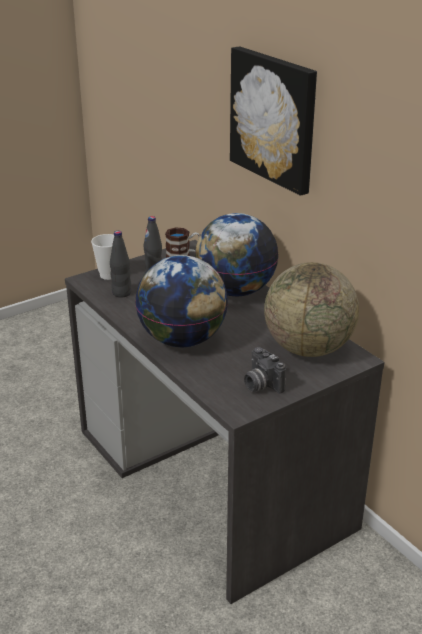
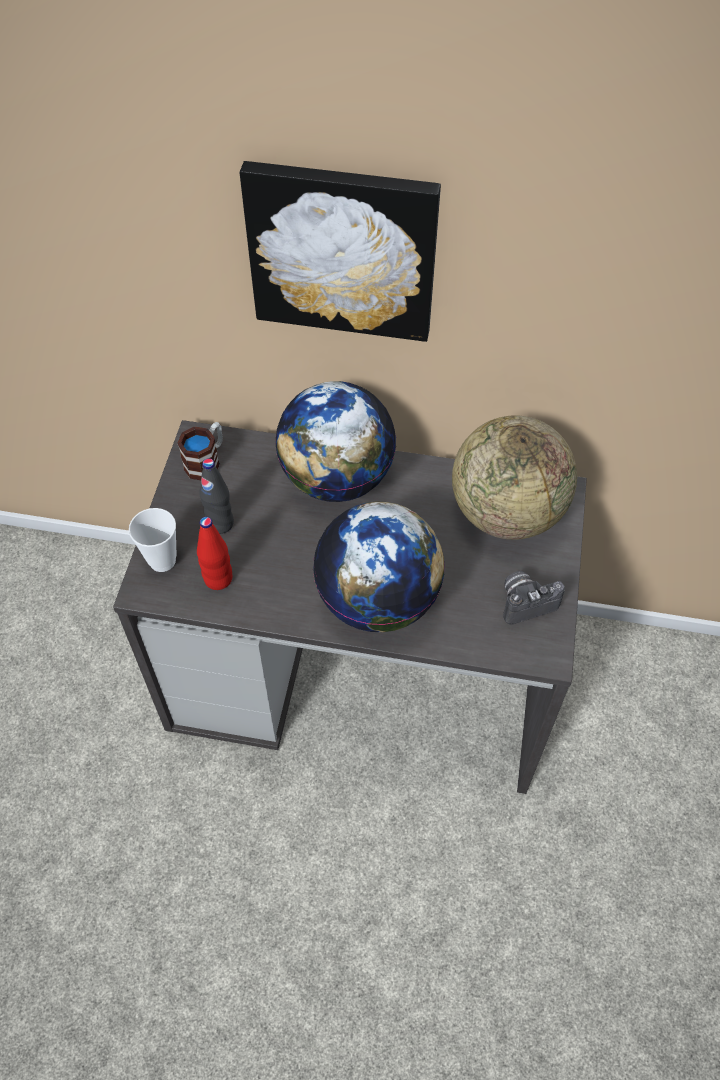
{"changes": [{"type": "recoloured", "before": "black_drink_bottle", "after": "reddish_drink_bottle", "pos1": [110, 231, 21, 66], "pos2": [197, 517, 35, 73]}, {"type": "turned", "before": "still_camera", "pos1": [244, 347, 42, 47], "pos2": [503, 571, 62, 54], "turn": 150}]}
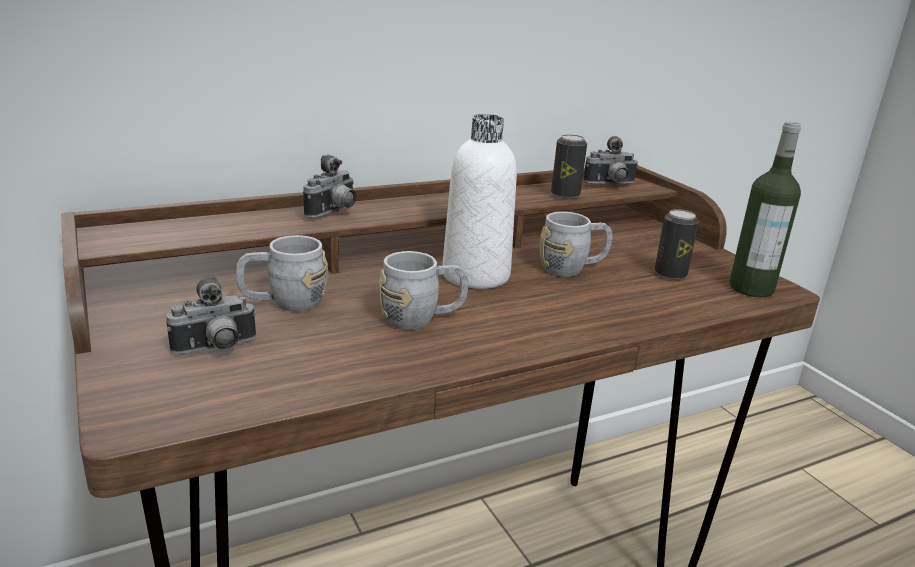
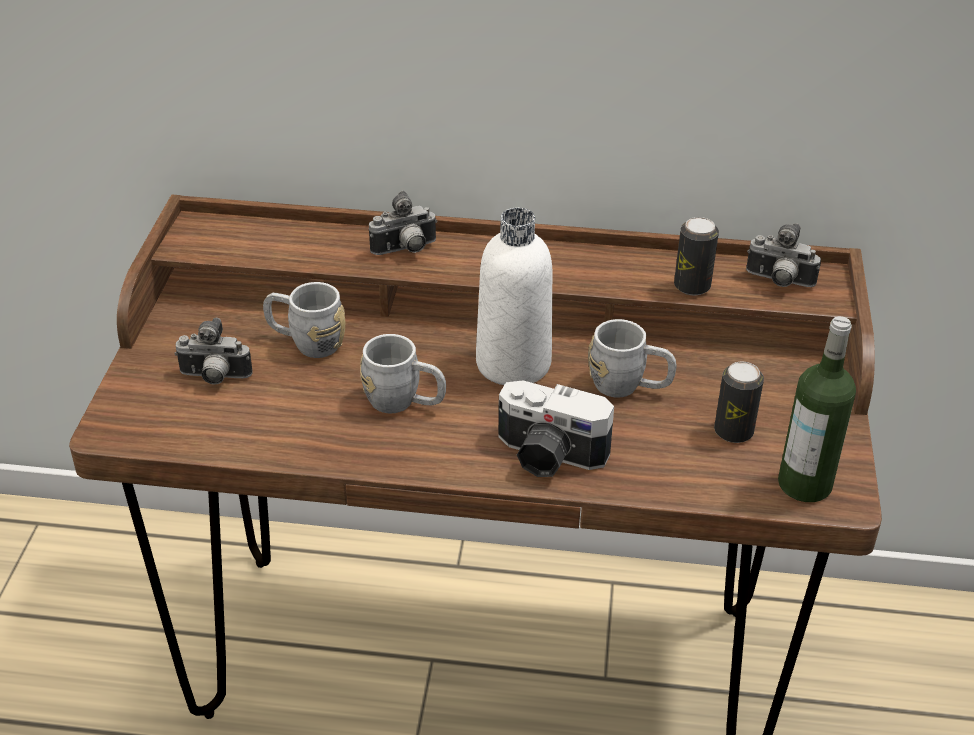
{"changes": [{"type": "added", "after": "still_camera", "pos2": [499, 380, 115, 97]}]}
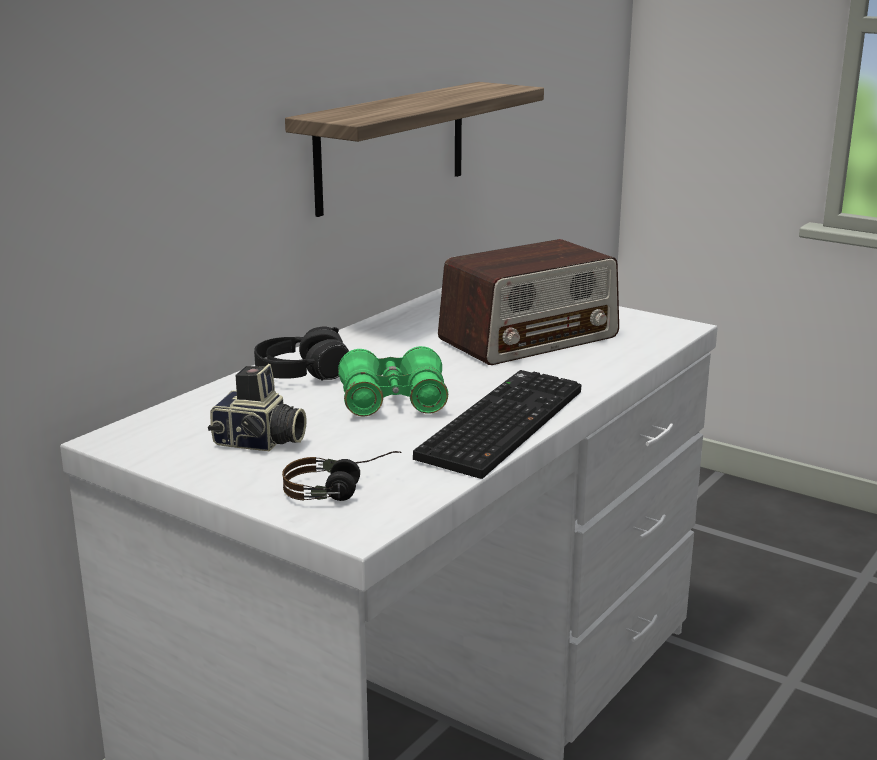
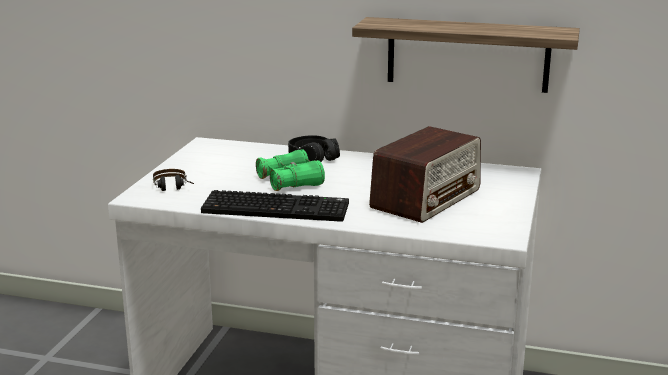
{"changes": [{"type": "turned", "before": "radio_receiver", "pos1": [438, 239, 181, 126], "pos2": [369, 126, 112, 97], "turn": -90}, {"type": "removed", "before": "still_camera", "pos1": [208, 364, 98, 87]}]}
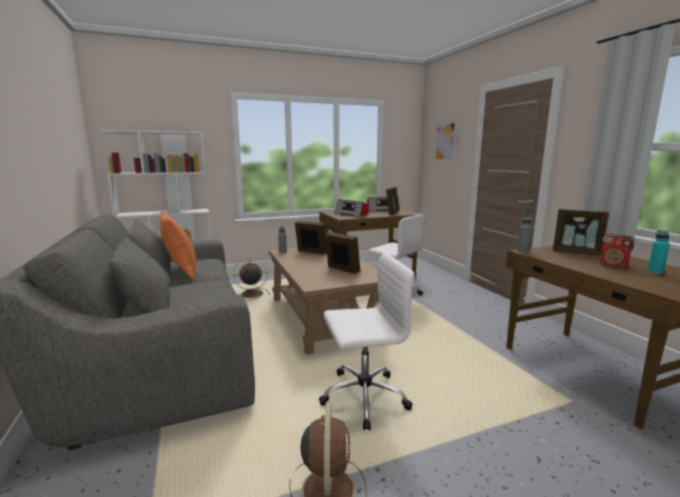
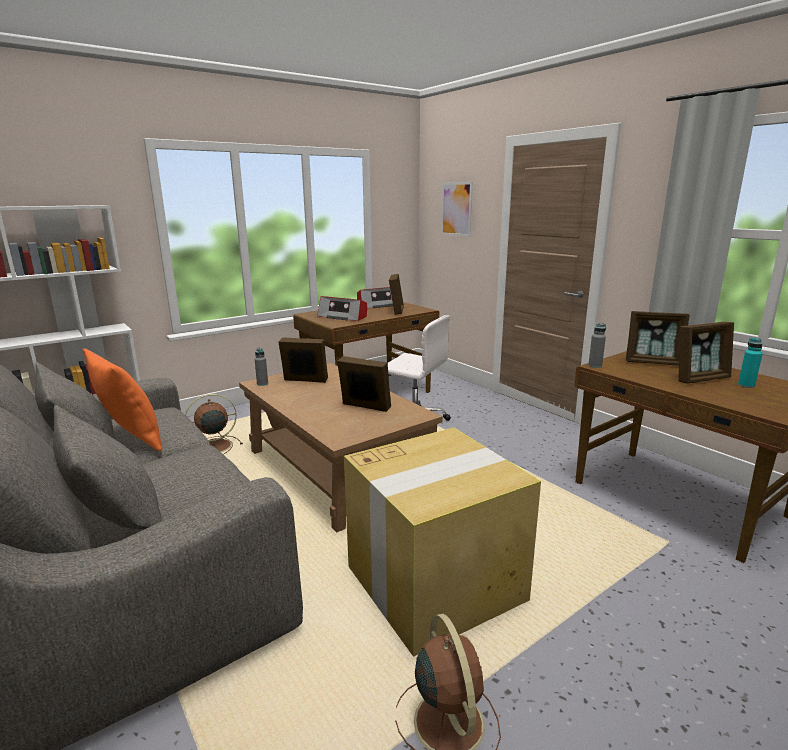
{"changes": [{"type": "replaced", "before": "whitish_office_chair", "after": "carton", "pos1": [319, 253, 95, 178], "pos2": [344, 428, 197, 229]}, {"type": "replaced", "before": "radio_receiver", "after": "photo_frame", "pos1": [600, 232, 34, 36], "pos2": [678, 322, 56, 62]}]}
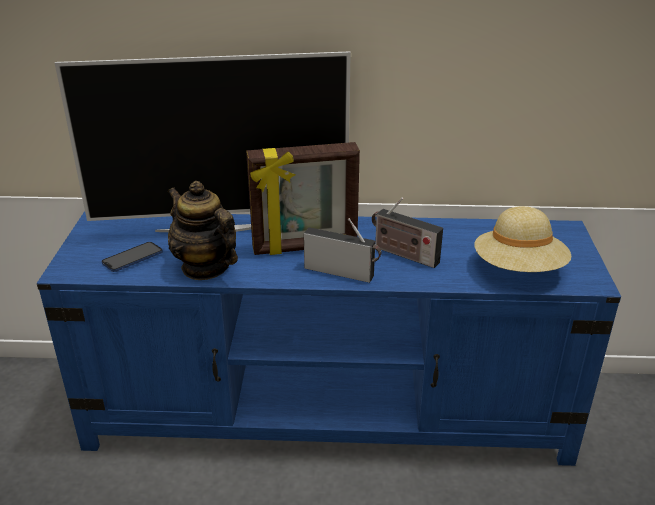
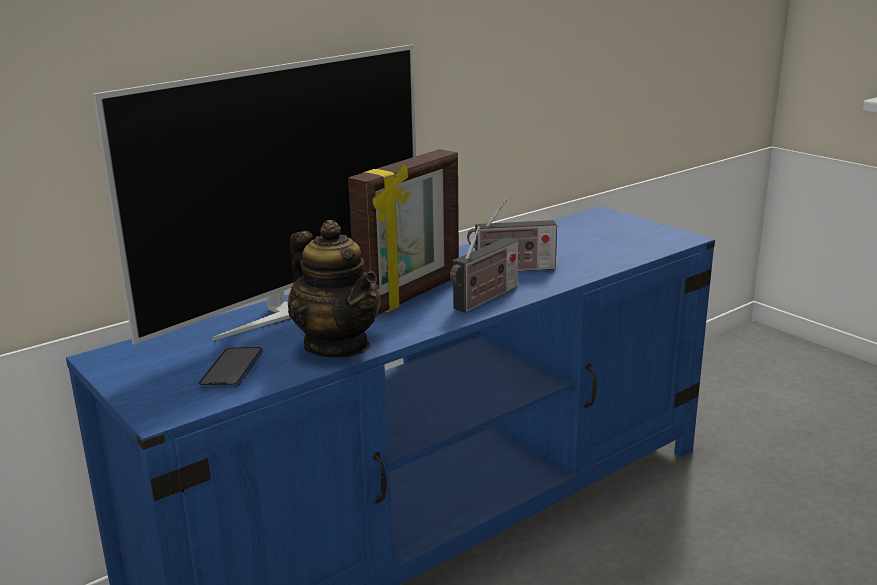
{"changes": [{"type": "turned", "before": "pot_for_tea", "pos1": [168, 181, 70, 99], "pos2": [288, 220, 93, 138], "turn": -135}, {"type": "turned", "before": "radio_receiver", "pos1": [304, 218, 78, 65], "pos2": [450, 226, 69, 87], "turn": 150}, {"type": "removed", "before": "beige_clothing_hat", "pos1": [474, 206, 97, 66]}]}
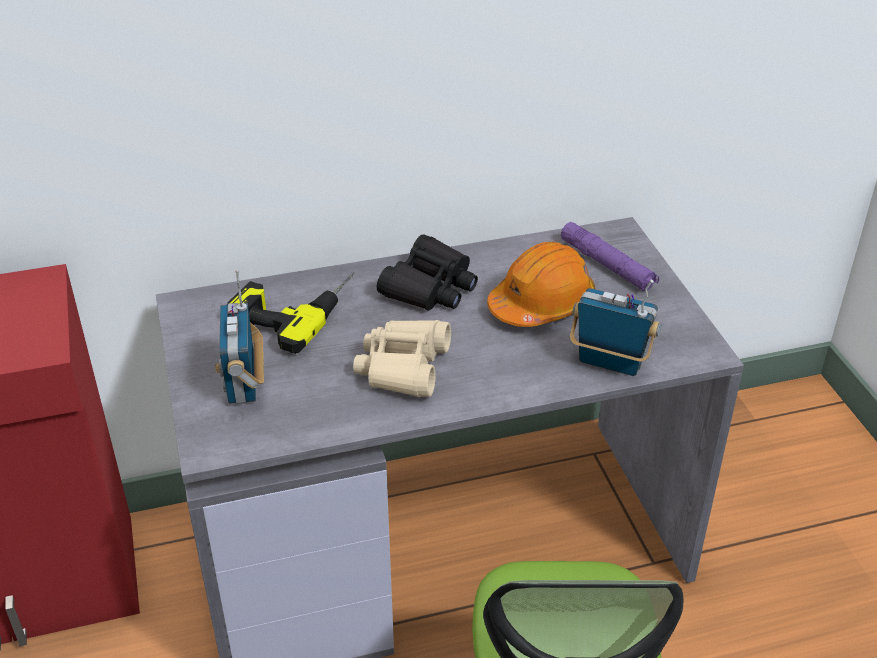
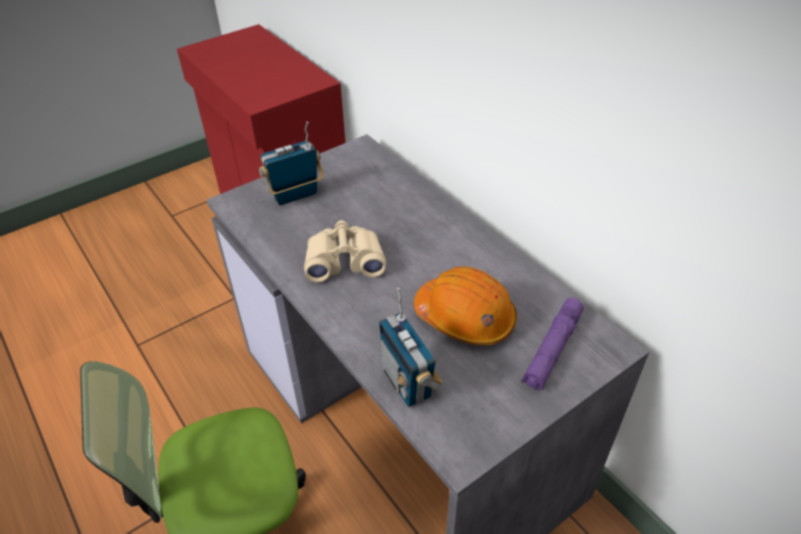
{"changes": [{"type": "turned", "before": "radio_receiver", "pos1": [570, 280, 91, 96], "pos2": [379, 288, 64, 119], "turn": 150}, {"type": "removed", "before": "electric_drill", "pos1": [227, 272, 128, 82]}, {"type": "removed", "before": "black_field_glasses", "pos1": [377, 234, 101, 77]}]}
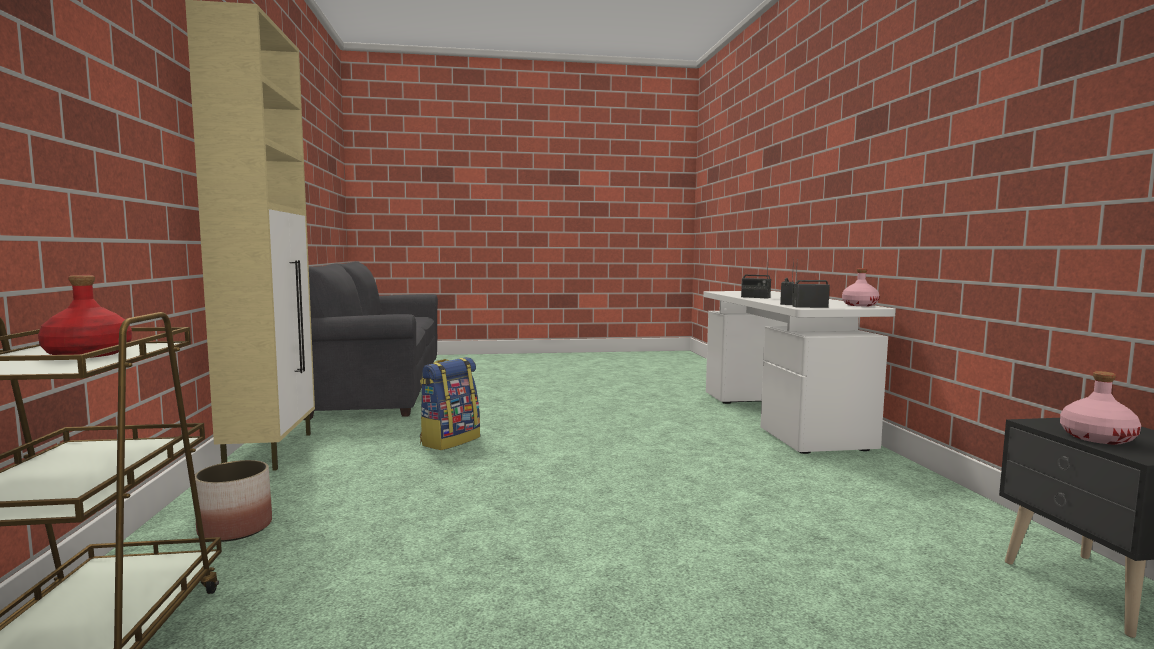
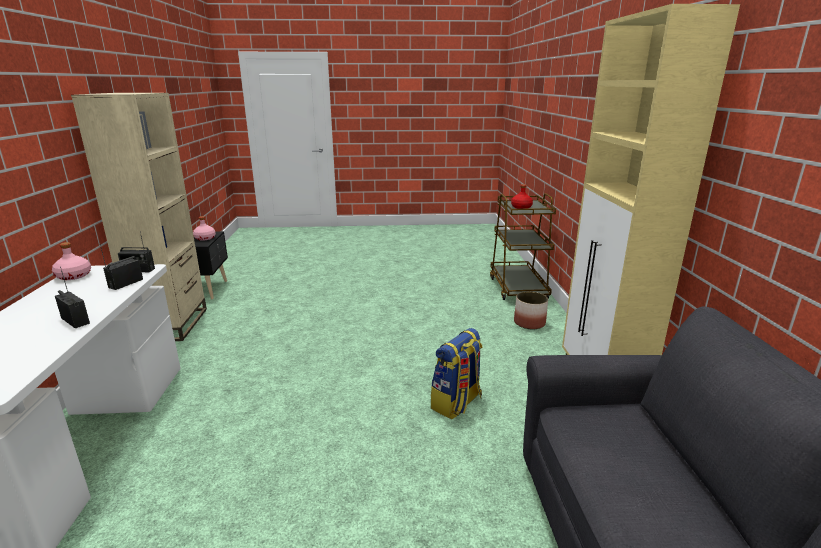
{"changes": [{"type": "added", "after": "beige_shelving_unit", "pos2": [71, 93, 136, 248]}]}
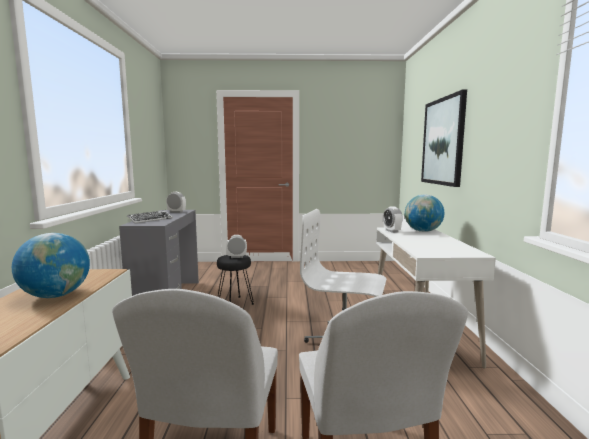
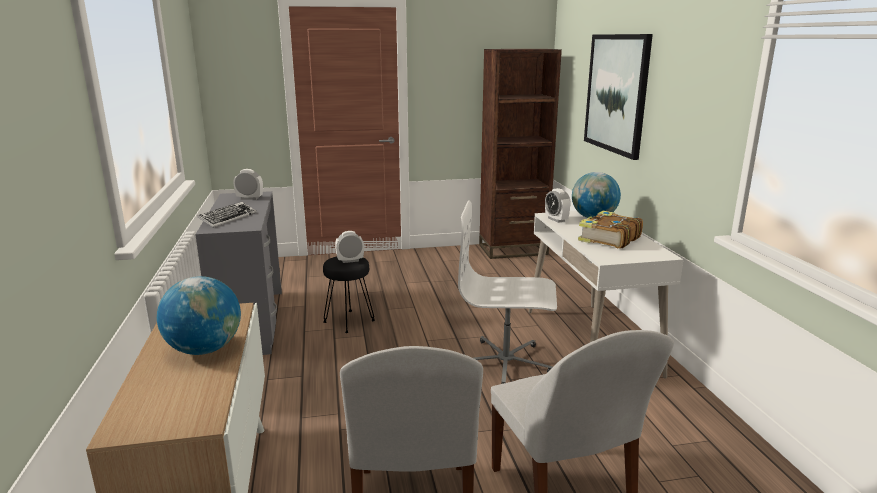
{"changes": [{"type": "added", "after": "brown_shelving_unit", "pos2": [479, 49, 83, 210]}, {"type": "added", "after": "book", "pos2": [578, 211, 65, 38]}]}
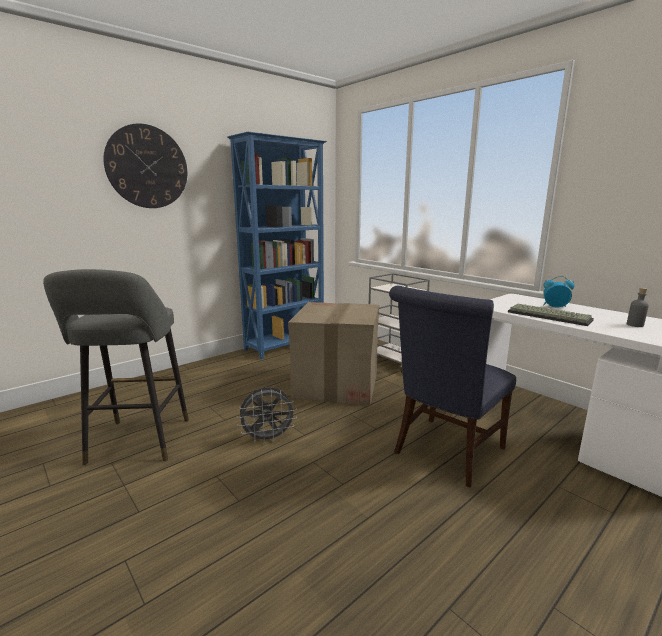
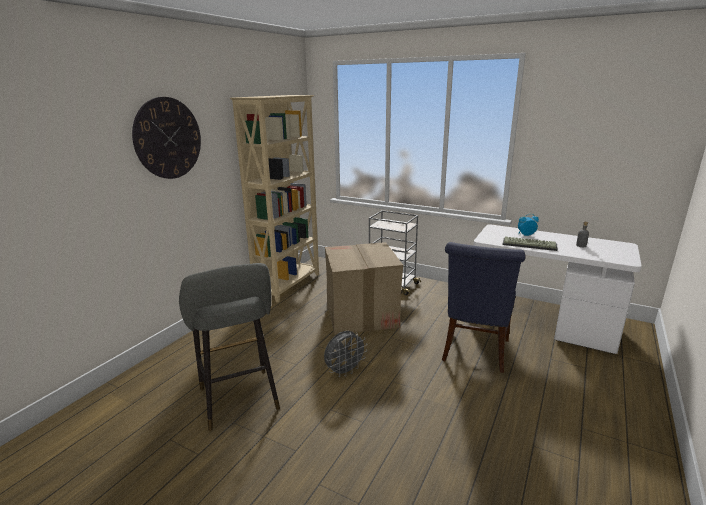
{"changes": [{"type": "recoloured", "before": "bluish_shelving_unit", "after": "beige_shelving_unit", "pos1": [227, 132, 100, 227], "pos2": [230, 95, 89, 208]}]}
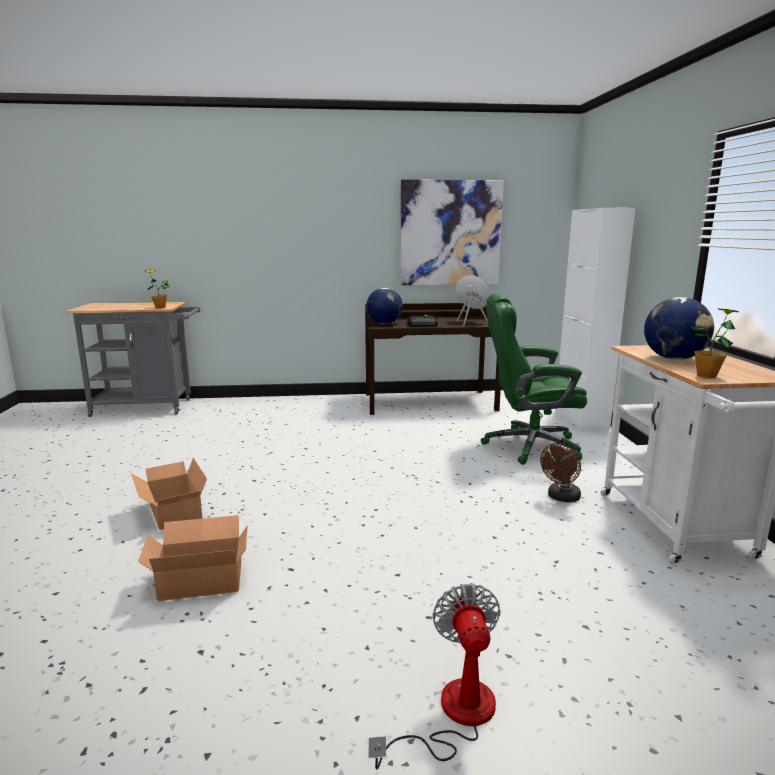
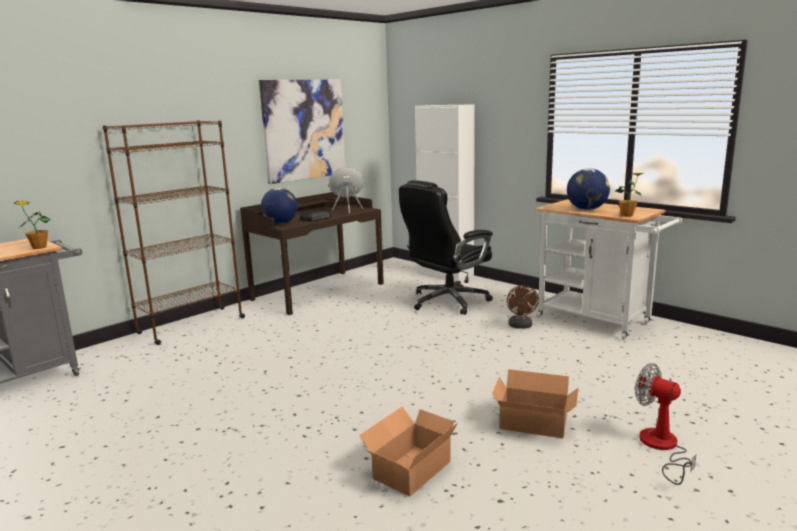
{"changes": [{"type": "added", "after": "brown_shelving_unit", "pos2": [103, 120, 142, 225]}, {"type": "recoloured", "before": "green-coloured_office_chair", "after": "black_office_chair", "pos1": [481, 293, 106, 172], "pos2": [399, 180, 94, 135]}, {"type": "moved", "before": "carton", "pos1": [131, 458, 76, 72], "pos2": [492, 369, 87, 69]}]}
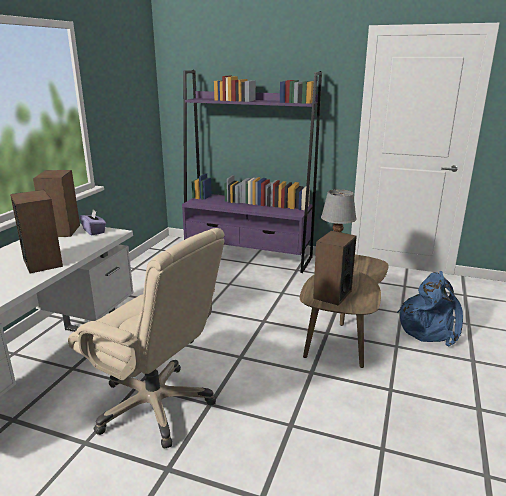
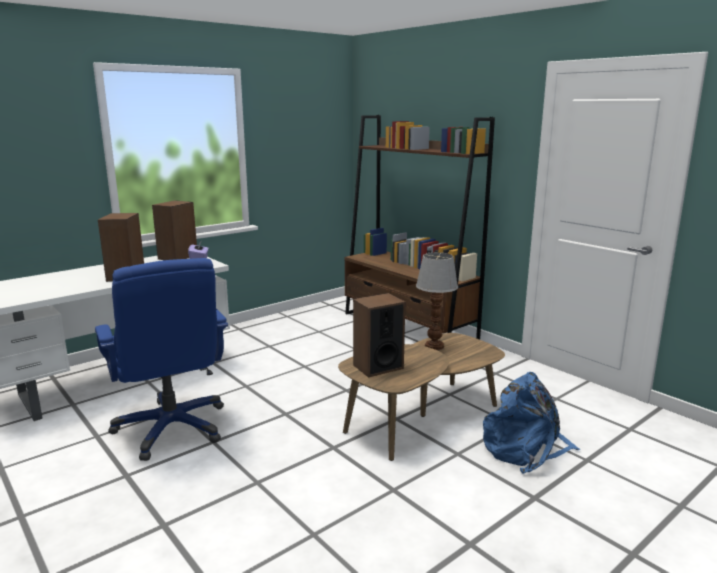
{"changes": [{"type": "recoloured", "before": "beige_office_chair", "after": "bluish_office_chair", "pos1": [68, 228, 157, 221], "pos2": [95, 258, 133, 203]}, {"type": "recoloured", "before": "purple-coloured_shelving_unit", "after": "brown_shelving_unit", "pos1": [182, 70, 140, 203], "pos2": [345, 115, 150, 225]}]}
